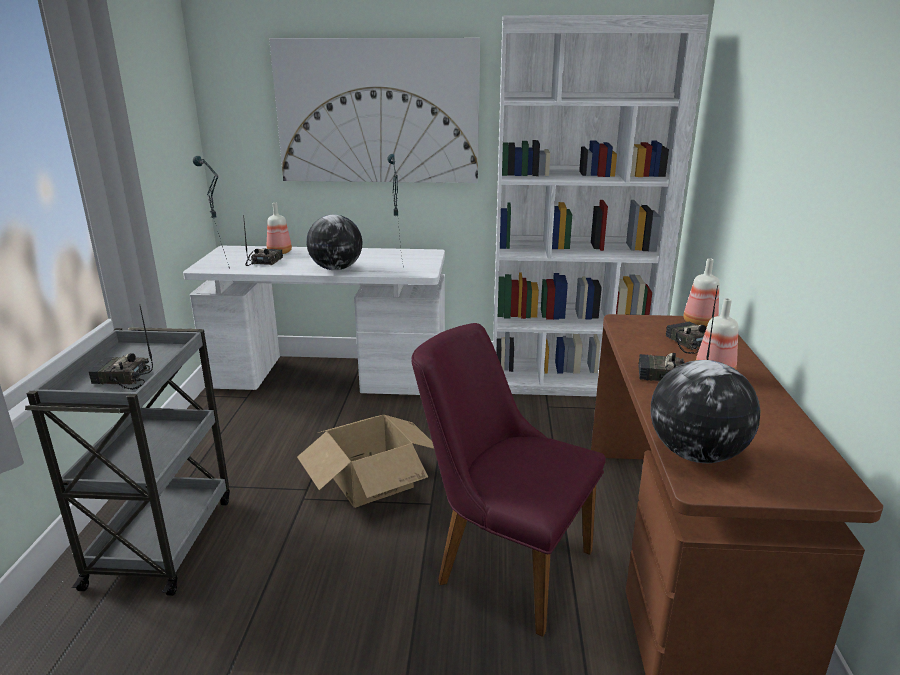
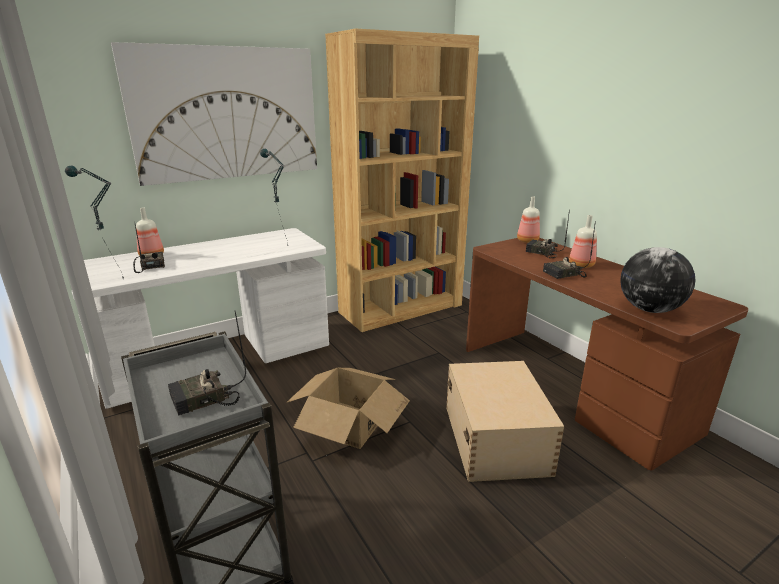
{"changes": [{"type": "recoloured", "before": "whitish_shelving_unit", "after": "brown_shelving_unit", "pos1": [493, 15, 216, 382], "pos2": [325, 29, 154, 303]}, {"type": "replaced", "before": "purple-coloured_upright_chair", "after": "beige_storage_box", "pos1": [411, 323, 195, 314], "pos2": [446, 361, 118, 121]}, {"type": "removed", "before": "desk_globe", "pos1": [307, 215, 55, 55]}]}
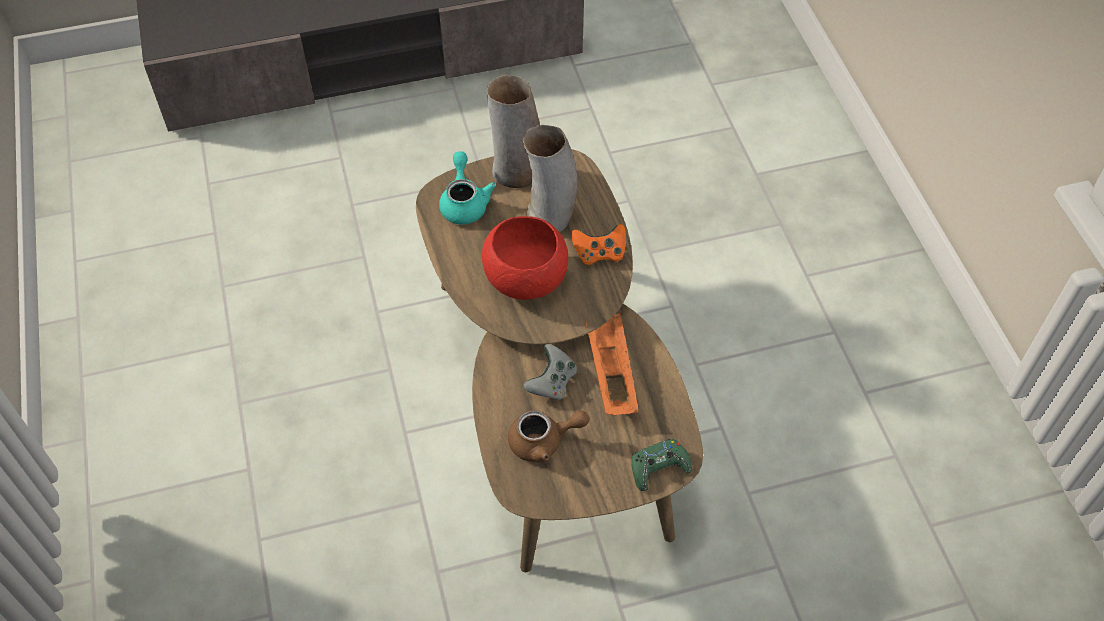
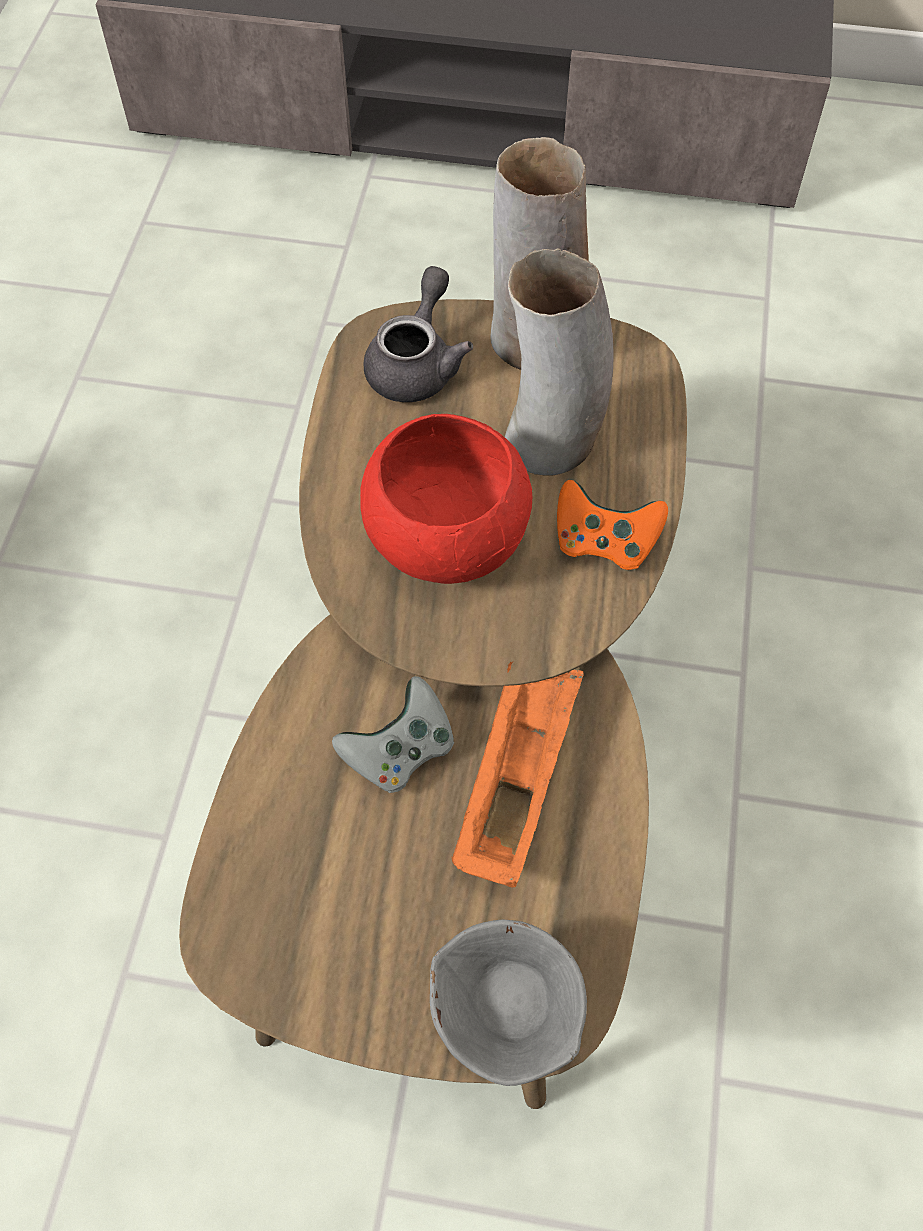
{"changes": [{"type": "recoloured", "before": "turquoise_pot_for_tea", "after": "greyish_pot_for_tea", "pos1": [439, 151, 57, 74], "pos2": [364, 266, 109, 136]}, {"type": "replaced", "before": "green-coloured_gamepad", "after": "greyish_deep_dish", "pos1": [631, 439, 61, 52], "pos2": [430, 919, 157, 167]}, {"type": "removed", "before": "brown_pot_for_tea", "pos1": [508, 410, 81, 53]}]}
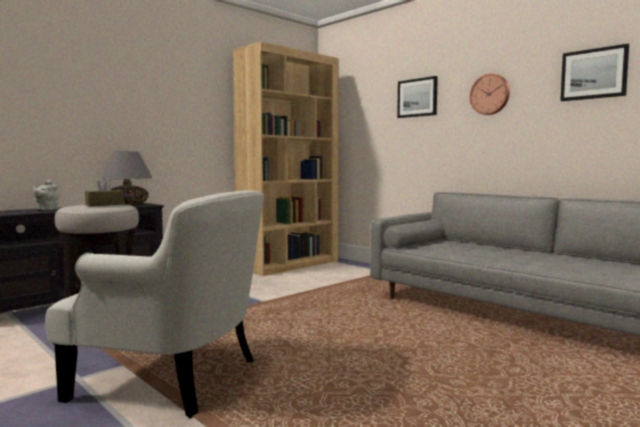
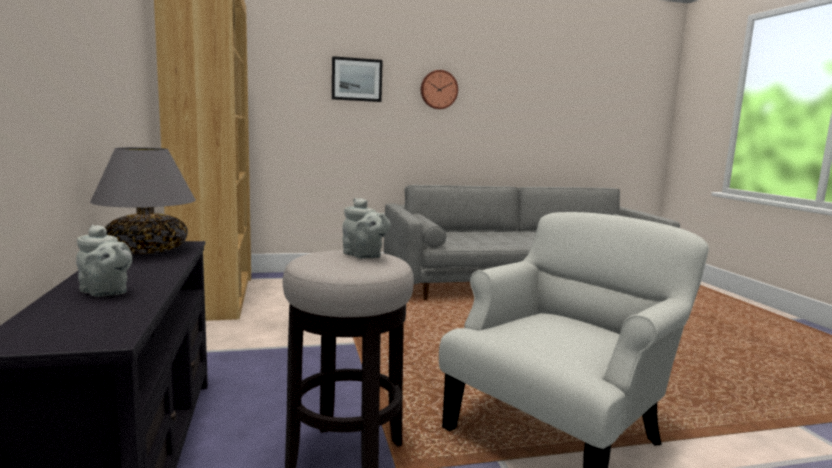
{"changes": [{"type": "replaced", "before": "brown_tissue_holder", "after": "greyish_pot_for_tea", "pos1": [85, 177, 39, 29], "pos2": [342, 198, 49, 61]}, {"type": "removed", "before": "picture", "pos1": [560, 44, 69, 57]}]}
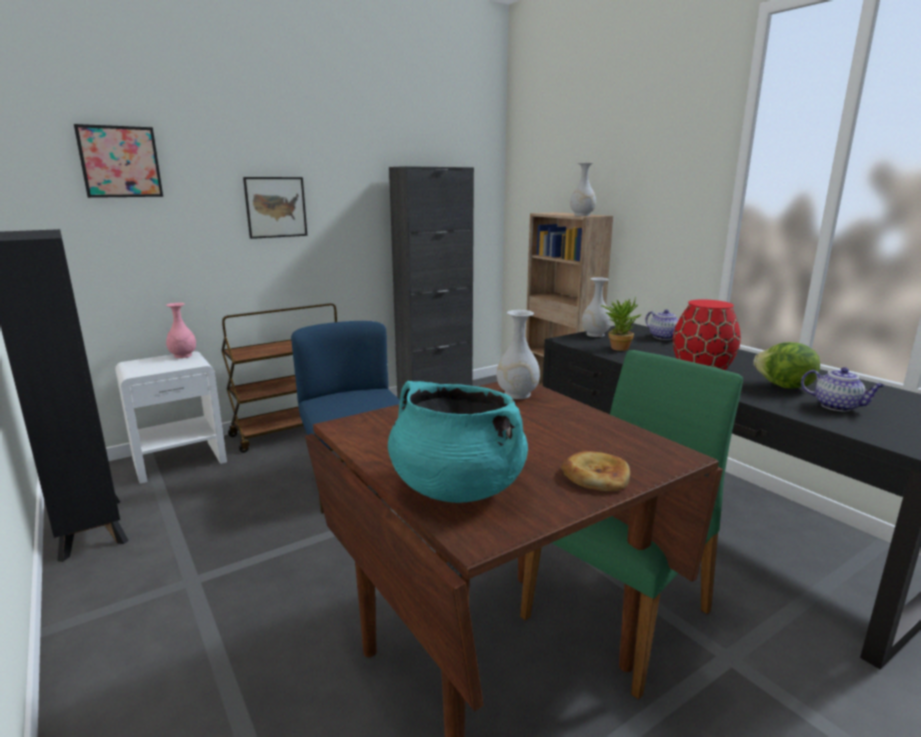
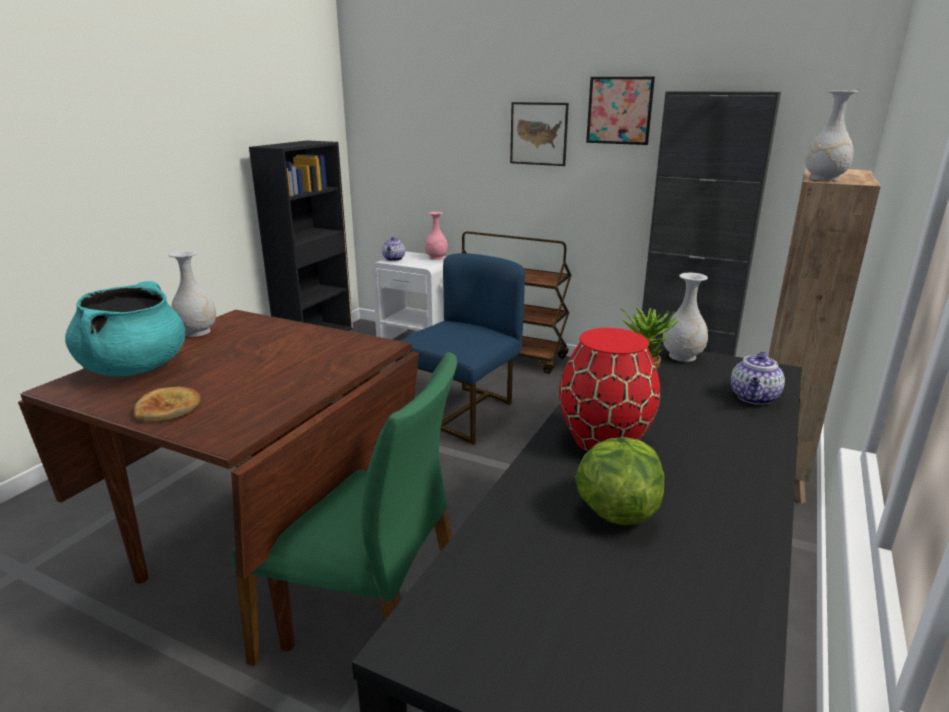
{"changes": [{"type": "moved", "before": "whitish_vase", "pos1": [496, 310, 44, 89], "pos2": [169, 250, 47, 87]}, {"type": "moved", "before": "pot_for_tea", "pos1": [801, 367, 84, 45], "pos2": [382, 237, 23, 24]}, {"type": "moved", "before": "picture", "pos1": [74, 124, 89, 74], "pos2": [586, 77, 69, 68]}]}
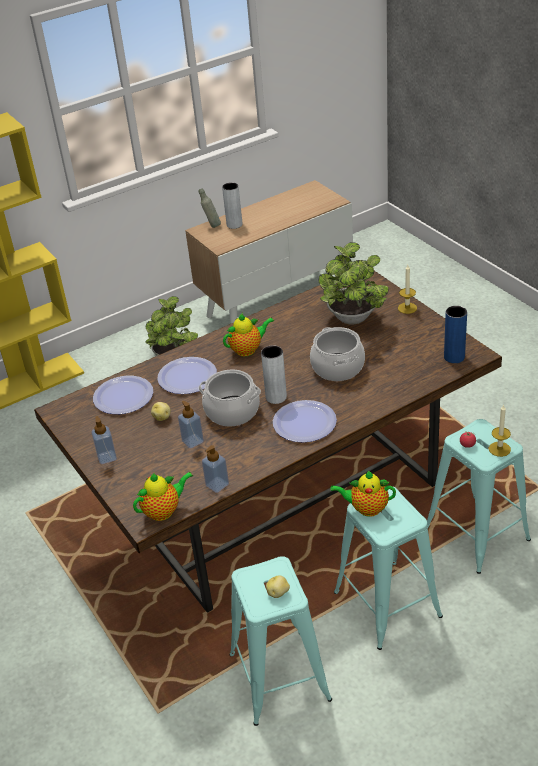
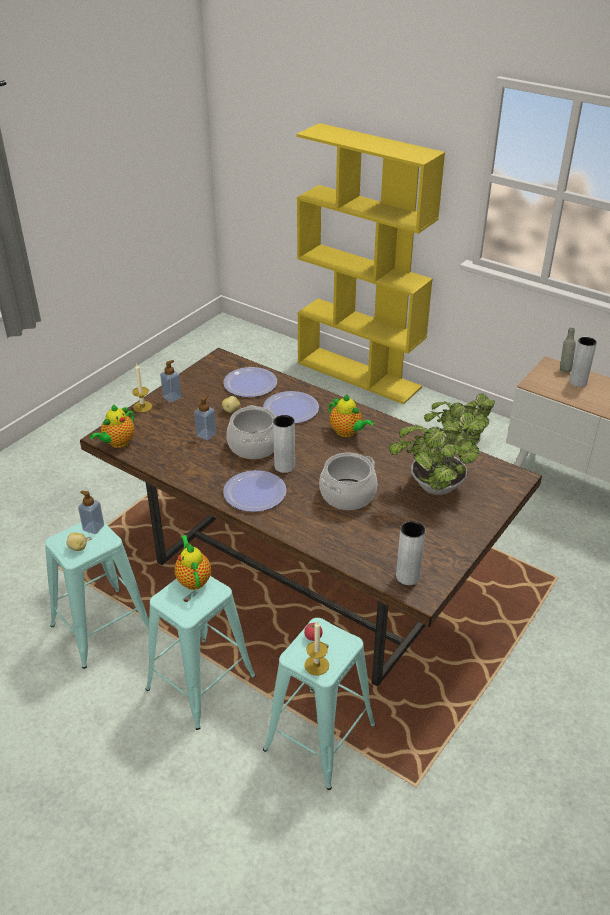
{"changes": [{"type": "moved", "before": "soap_dispenser", "pos1": [202, 445, 27, 48], "pos2": [78, 491, 26, 43]}, {"type": "turned", "before": "pot_for_tea", "pos1": [133, 472, 60, 49], "pos2": [90, 405, 45, 43], "turn": 90}, {"type": "moved", "before": "wax_candle", "pos1": [398, 265, 19, 49], "pos2": [132, 364, 20, 49]}, {"type": "recoloured", "before": "bluish_vase", "after": "greyish_vase", "pos1": [444, 306, 23, 57], "pos2": [396, 521, 30, 64]}]}
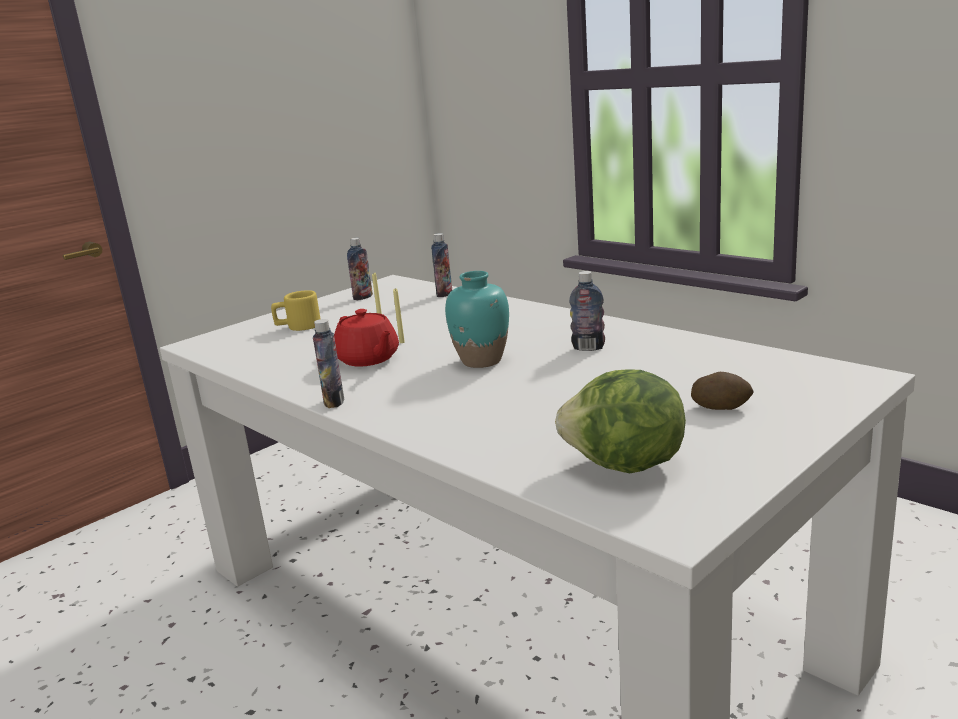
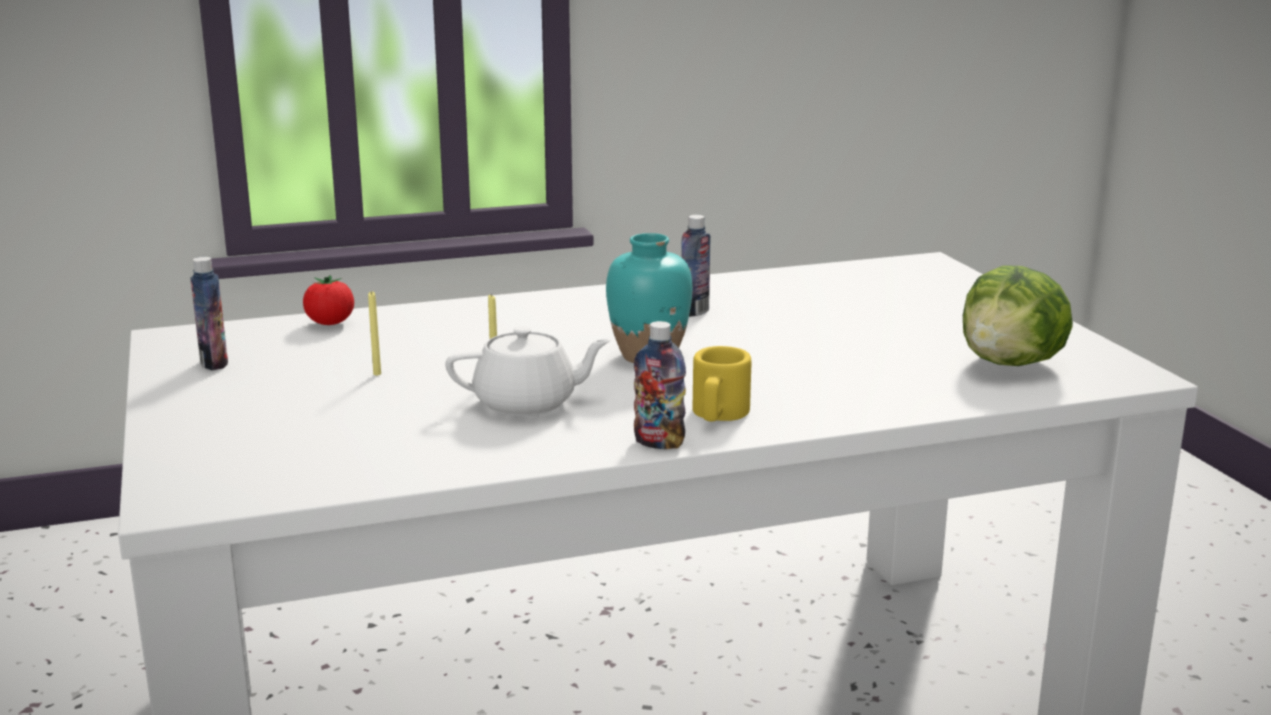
{"changes": [{"type": "replaced", "before": "drink_bottle", "after": "fresh_tomato", "pos1": [431, 233, 21, 64], "pos2": [303, 275, 51, 50]}, {"type": "recoloured", "before": "reddish_pot_for_tea", "after": "whitish_pot_for_tea", "pos1": [334, 309, 65, 58], "pos2": [445, 326, 166, 90]}, {"type": "moved", "before": "yellow-coloured_coffee_mug", "pos1": [271, 290, 50, 41], "pos2": [693, 346, 58, 75]}, {"type": "removed", "before": "whole_potato", "pos1": [691, 372, 63, 38]}]}
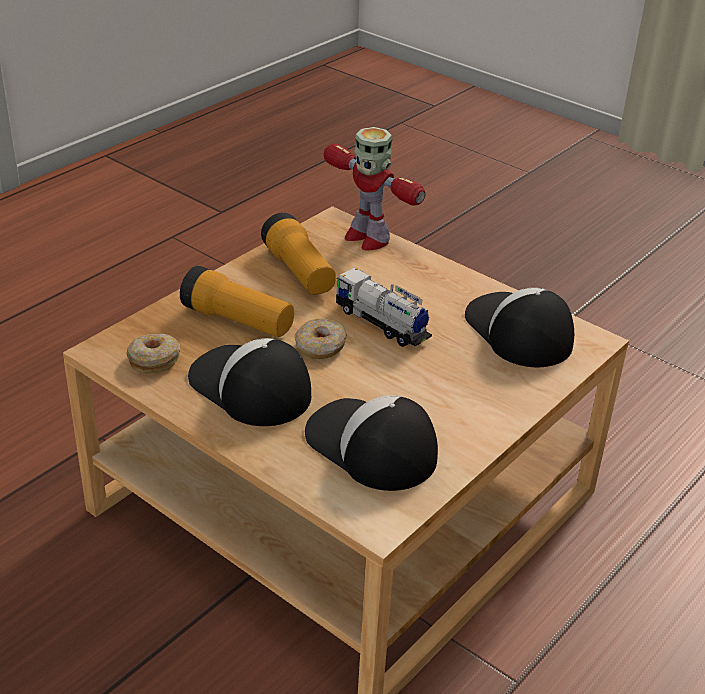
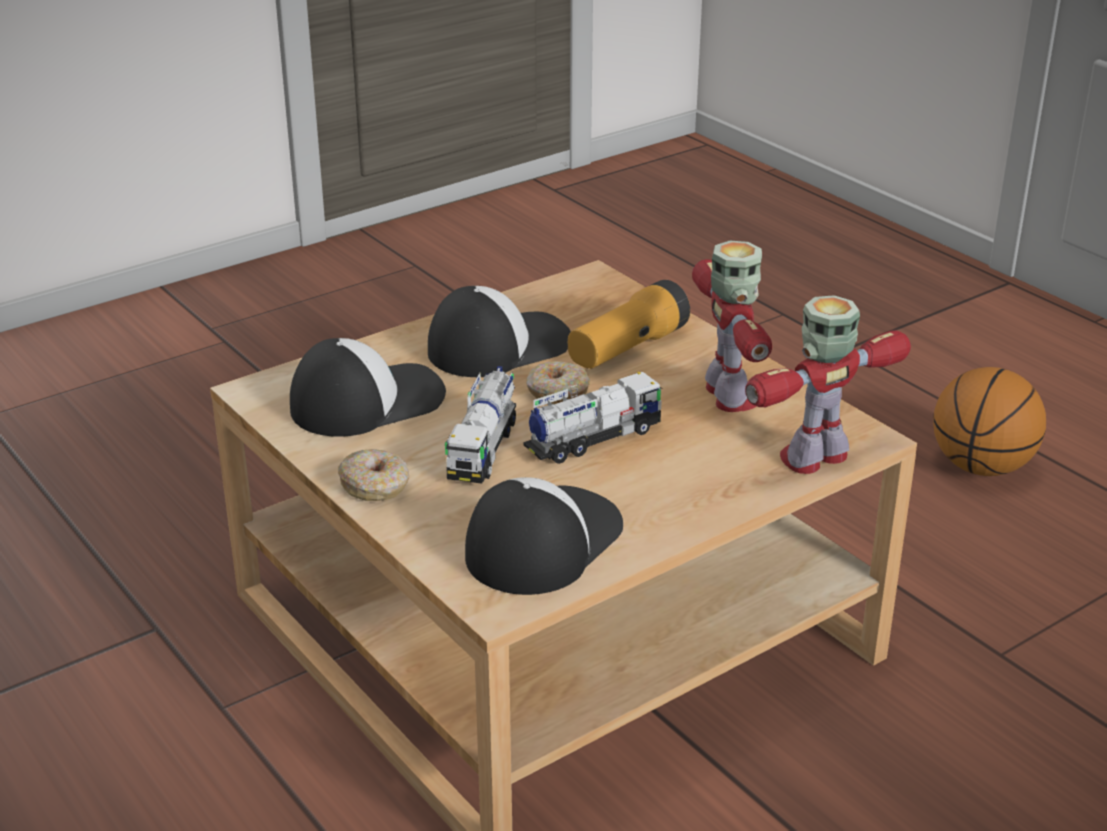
{"changes": [{"type": "moved", "before": "ring_doughnut", "pos1": [127, 333, 54, 41], "pos2": [338, 449, 71, 52]}, {"type": "added", "after": "toy_truck", "pos2": [445, 366, 71, 118]}, {"type": "turned", "before": "cap", "pos1": [465, 288, 109, 79], "pos2": [465, 477, 158, 118], "turn": -45}, {"type": "replaced", "before": "torch", "after": "model_robot", "pos1": [261, 212, 75, 83], "pos2": [692, 241, 80, 171]}, {"type": "added", "after": "basketball", "pos2": [933, 367, 113, 109]}]}
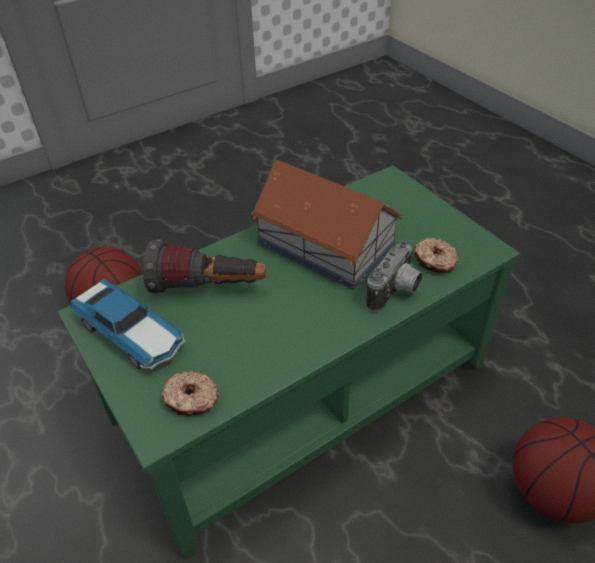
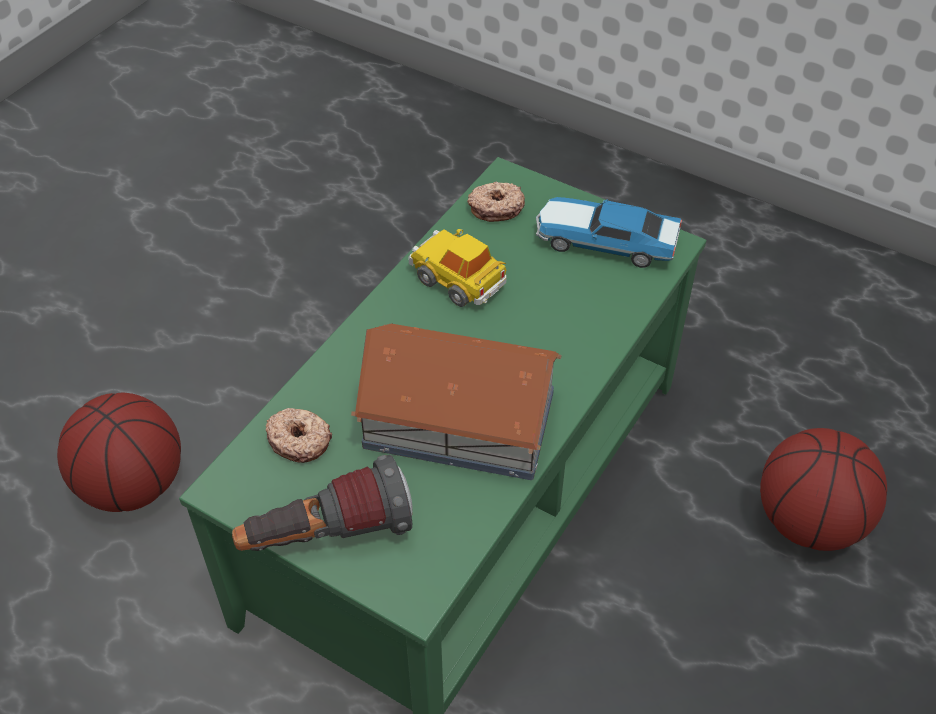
{"changes": [{"type": "moved", "before": "torch", "pos1": [143, 240, 123, 55], "pos2": [232, 455, 180, 96]}, {"type": "added", "after": "model_car", "pos2": [408, 229, 99, 78]}, {"type": "removed", "before": "still_camera", "pos1": [366, 242, 57, 70]}]}
